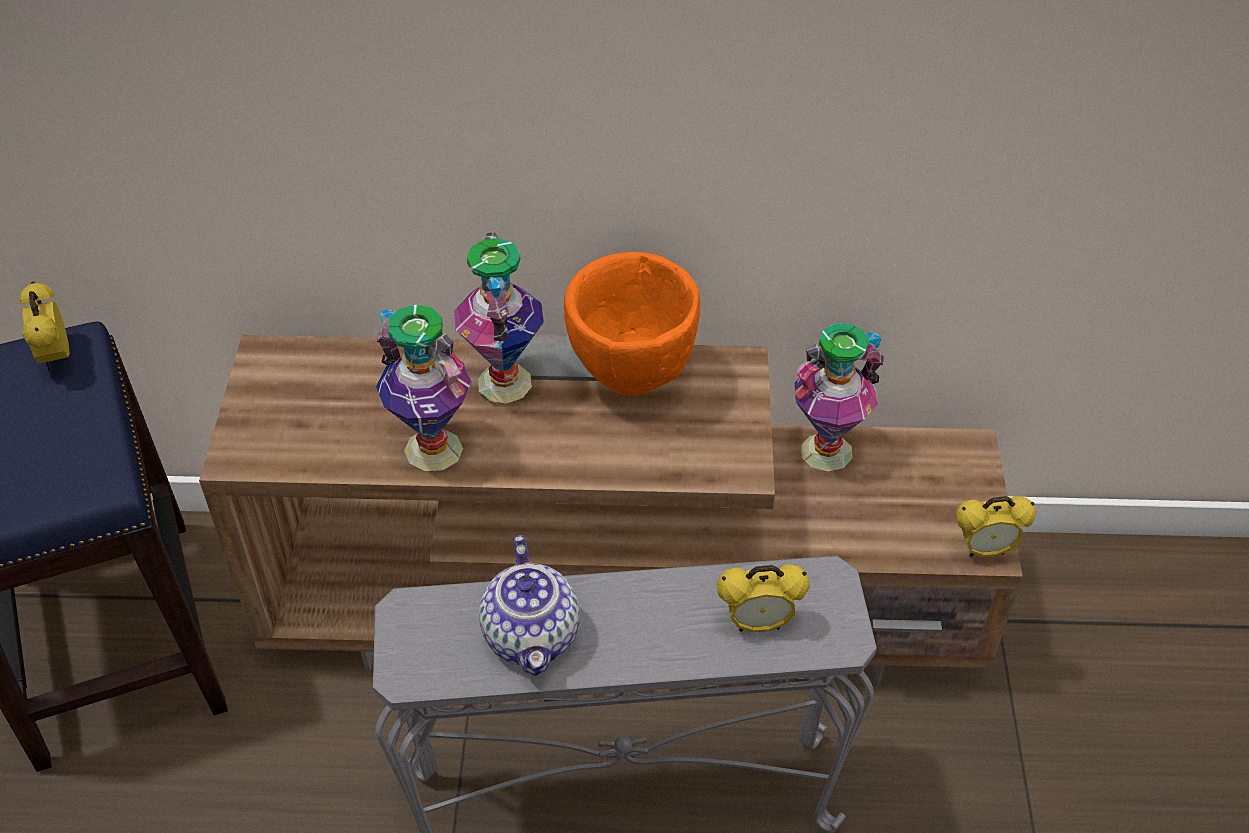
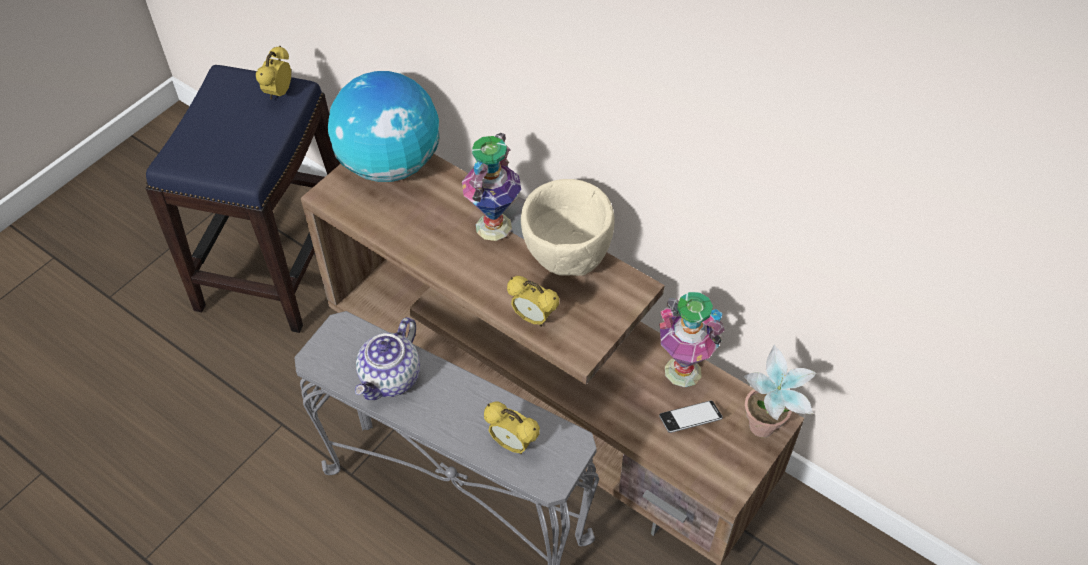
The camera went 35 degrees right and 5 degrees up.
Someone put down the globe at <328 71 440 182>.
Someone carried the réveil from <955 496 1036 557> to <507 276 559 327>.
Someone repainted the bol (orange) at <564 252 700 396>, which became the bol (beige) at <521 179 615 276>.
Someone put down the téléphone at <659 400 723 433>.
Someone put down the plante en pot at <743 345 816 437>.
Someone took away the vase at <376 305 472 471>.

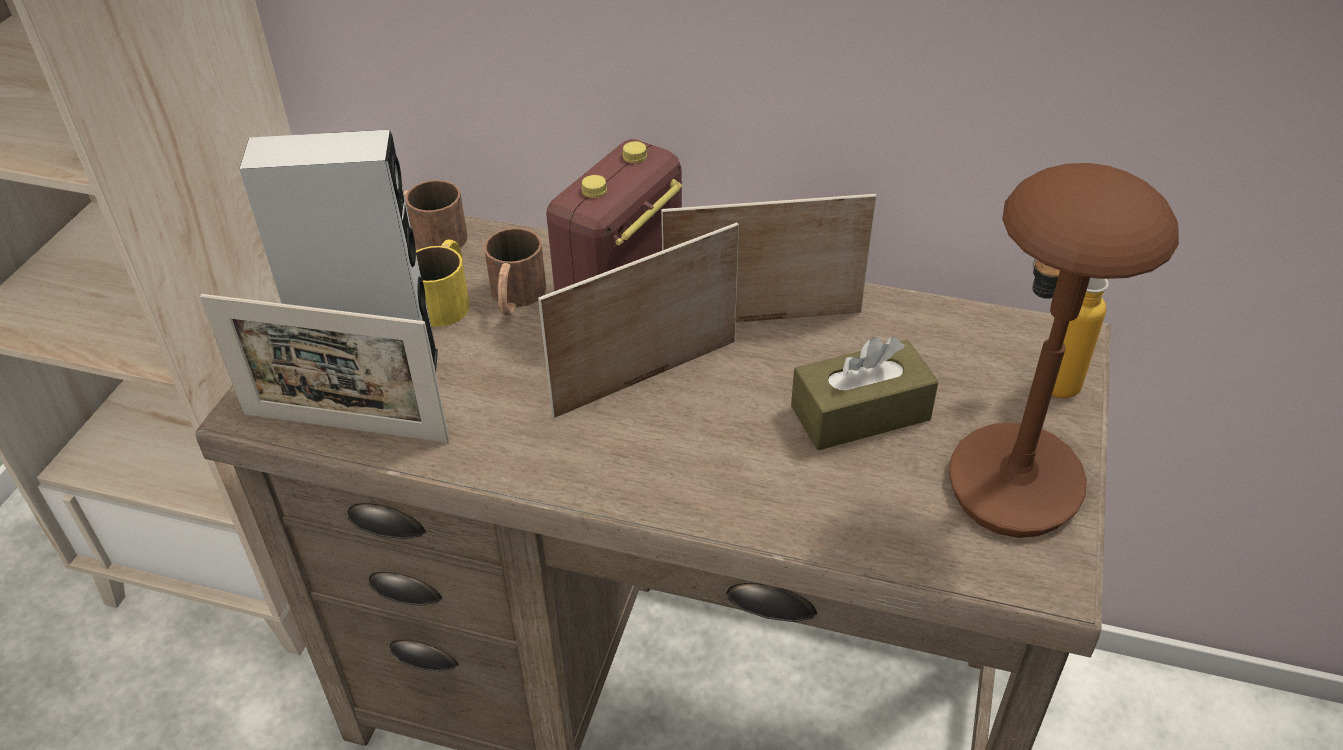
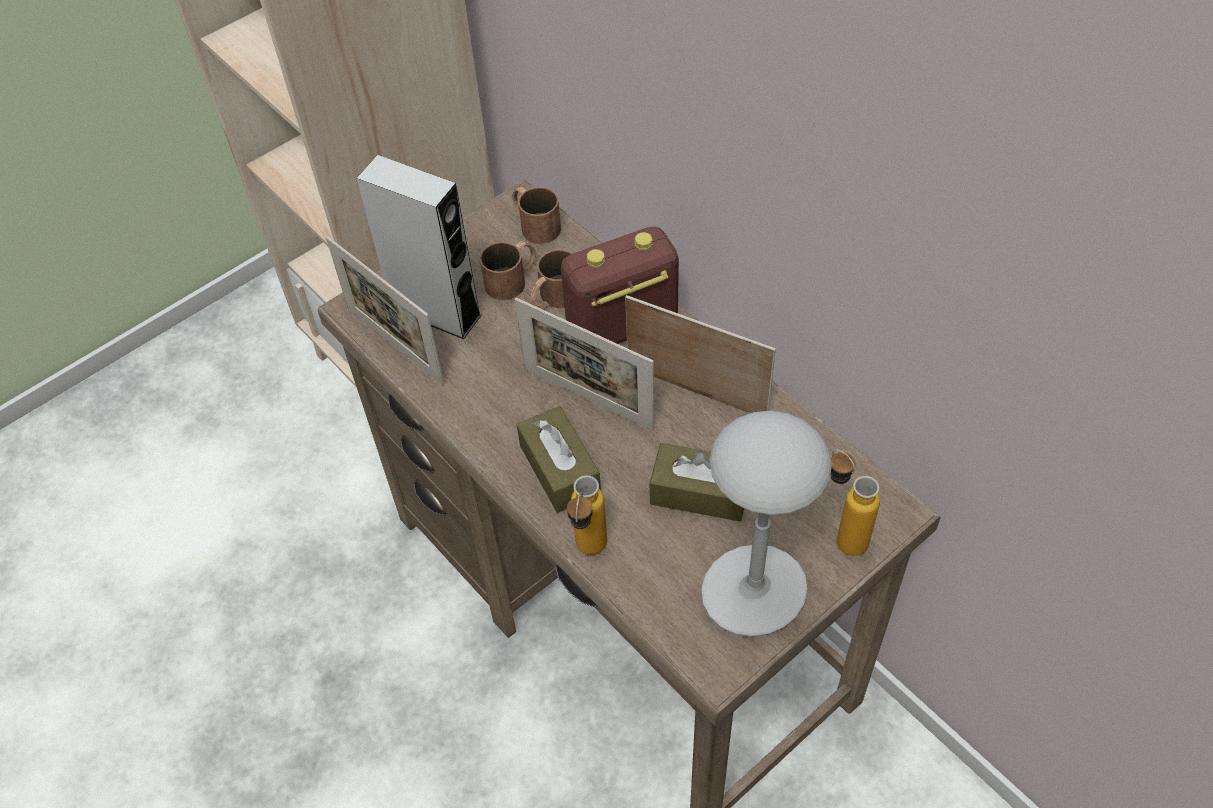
The camera went 35 degrees right and 10 degrees up.
Someone repainted the mug (jaune) at <416 239 470 327>, which became the mug (marron) at <480 241 536 300>.
Someone rotated the cadre photo at <538 222 739 418> by 150 degrees counterclockwise.
Someone put down the boîte à mouchoirs (marron) at <517 406 601 513>.
Someone put down the bouteille at <567 475 607 555>.
Someone repainted the lampe de table (marron) at <949 163 1179 538>, which became the lampe de table (gris) at <701 411 832 637>.

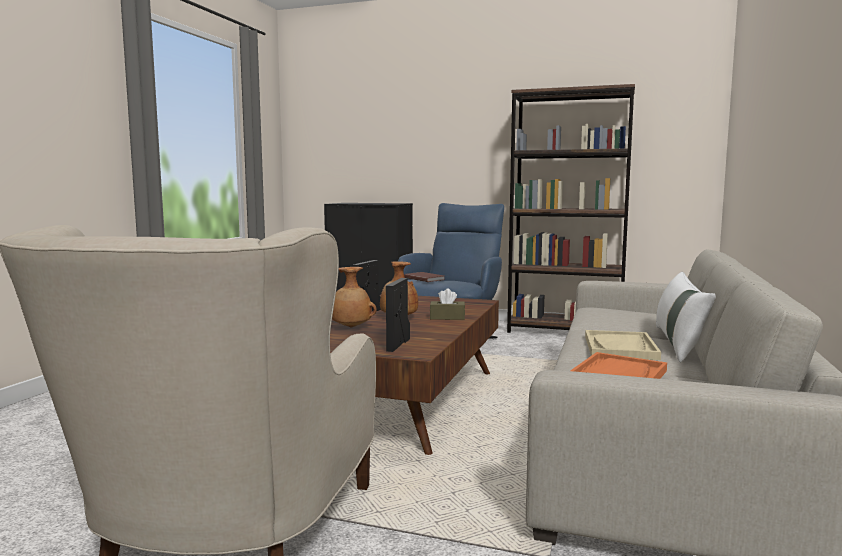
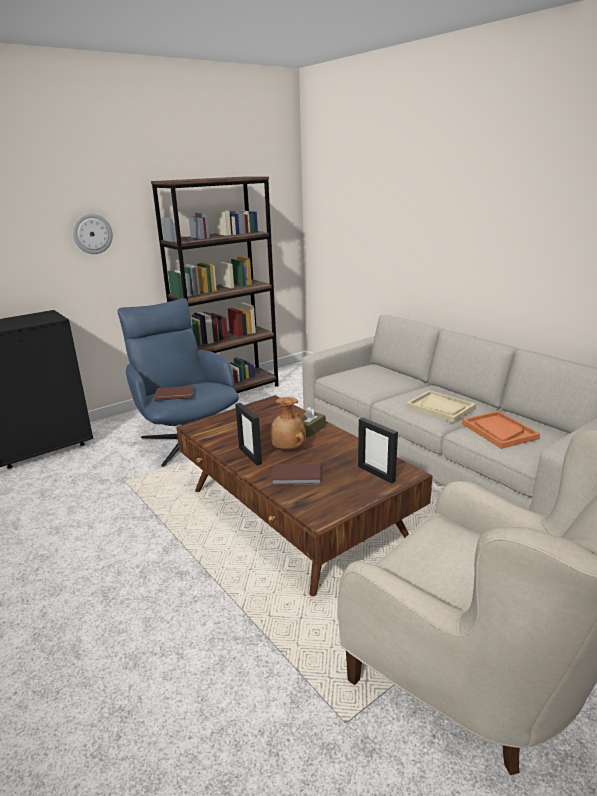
The camera went 55 degrees left and 15 degrees up.
Someone put up the horloge murale at <73 213 113 254>.
Someone swapped the vase (marron) at <332 267 377 328> for the livre (marron) at <271 464 321 485>.
Someone took away the coussin (blanc) at <656 272 716 363>.

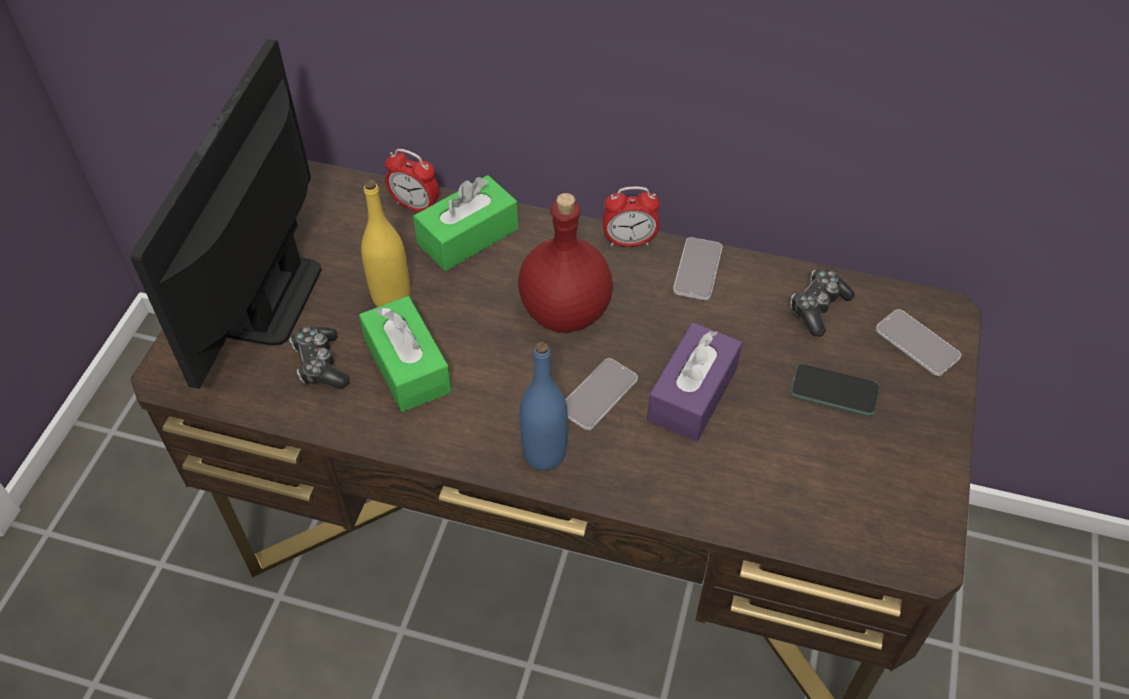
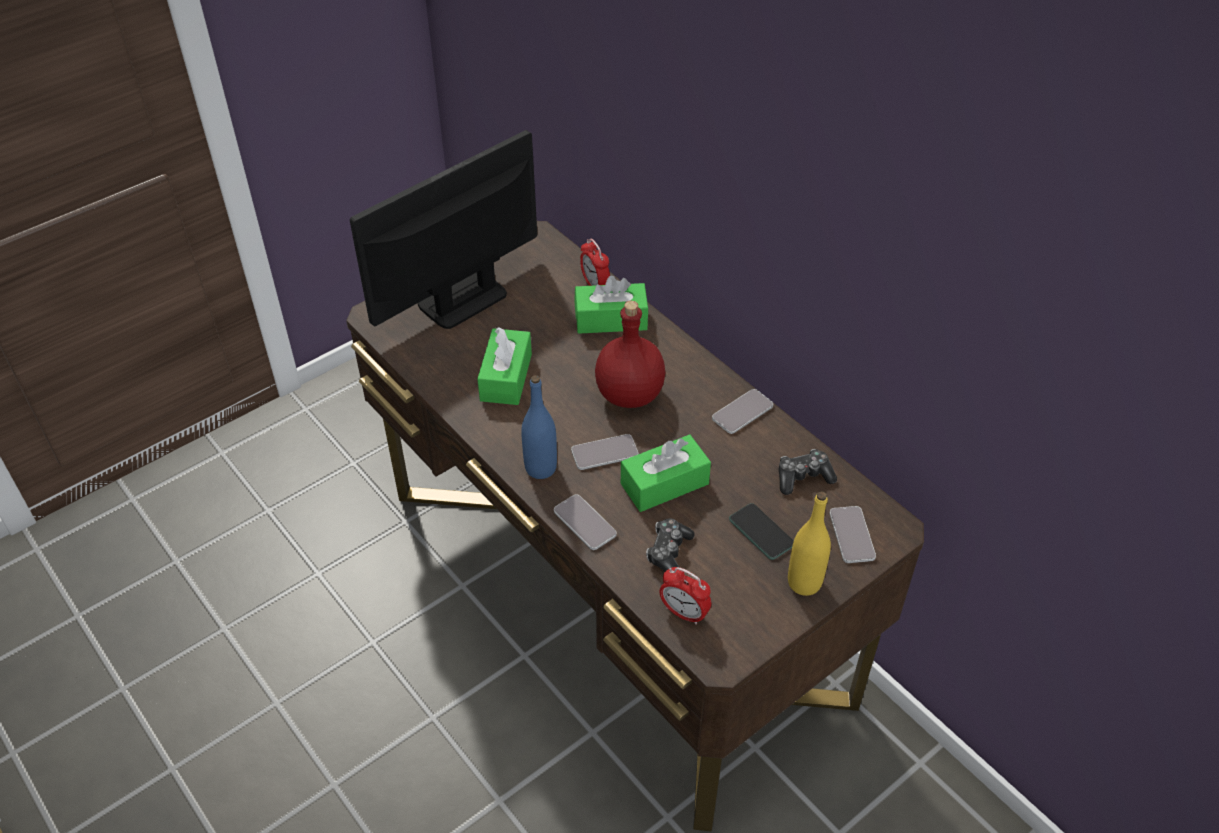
The camera went 35 degrees right and 5 degrees down.
Someone put down the téléphone at <554 494 617 550>.
Someone repainted the boîte à mouchoirs (violet) at <647 322 742 442>, which became the boîte à mouchoirs (vert) at <621 435 711 512>.
Someone carried the manette from <290 326 350 389> to <646 518 695 571>.
Someone carried the réveil from <603 186 660 247> to <659 567 711 625>.
Someone carried the bouteille (jaune) from <361 180 411 307> to <788 491 831 596>.

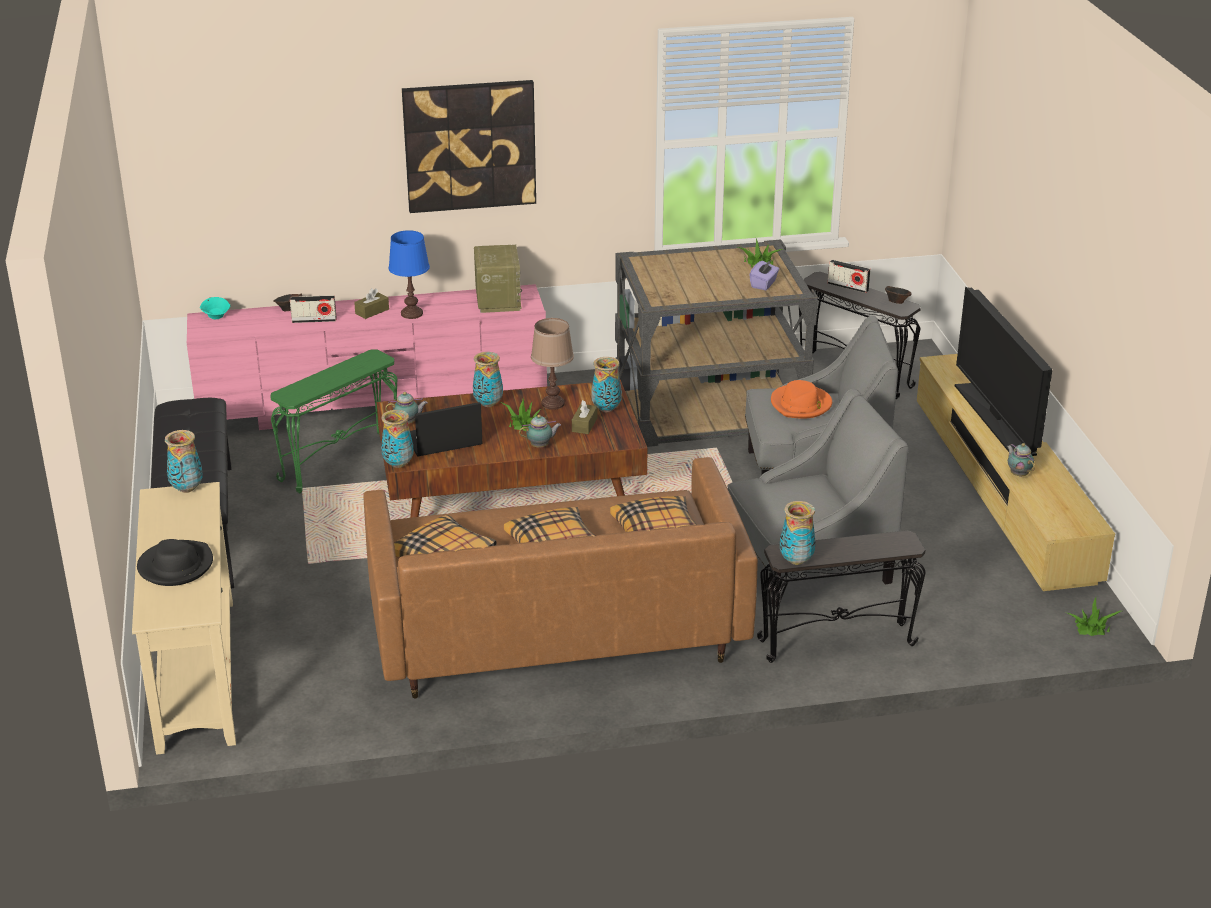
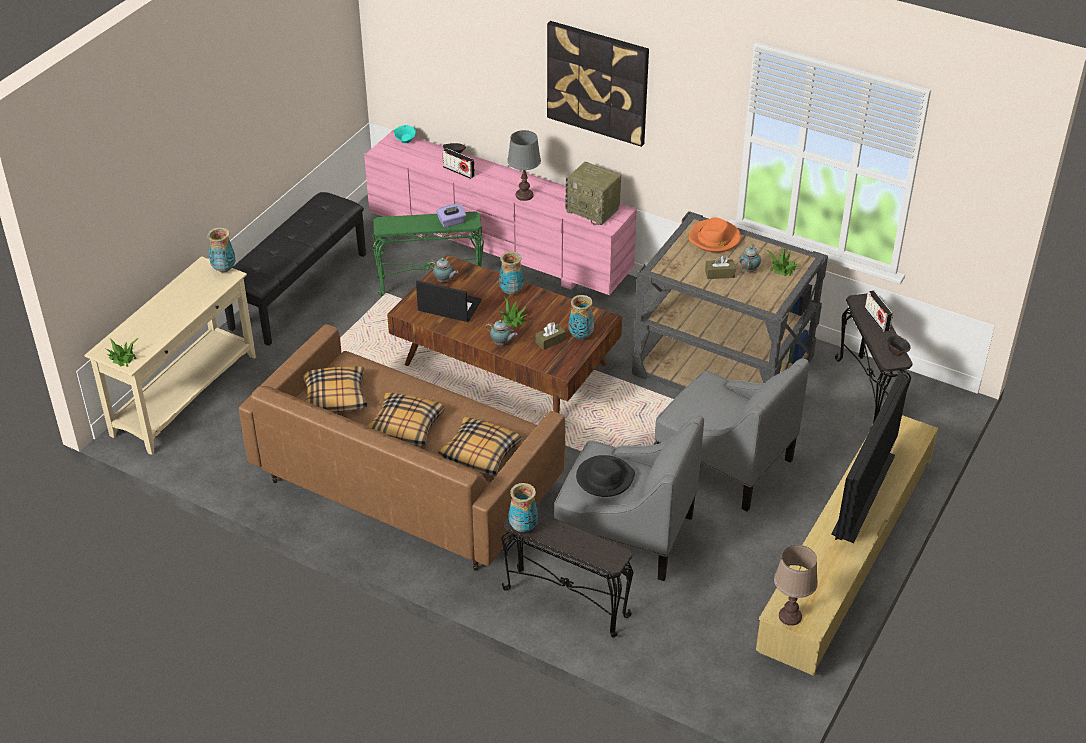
The camera went 40 degrees right and 10 degrees up.
Someone carried the plante en pot from <1068 597 1121 636> to <106 338 138 367>.
Someone carried the boîte à mouchoirs (violet) from <749 260 779 290> to <436 204 466 228>.
Someone repainted the lampe de table (bleu) at <388 230 430 319>, which became the lampe de table (gris) at <507 130 541 201>.
Someone rotated the radio at <474 245 522 313> by 90 degrees clockwise.
Someone carried the chapeau (noir) from <137 539 213 586> to <576 455 635 497>.
Someone carried the chapeau (orange) from <771 380 832 419> to <689 217 741 253>.
Someone carried the boîte à mouchoirs (marron) from <354 288 389 319> to <705 256 736 279>.
Someone carried the théière from <1007 443 1035 477> to <739 245 761 272>.
Someone carried the lampe de table (marron) from <531 318 574 410> to <774 545 818 626>.
Someone took away the vase at <381 410 413 468>.

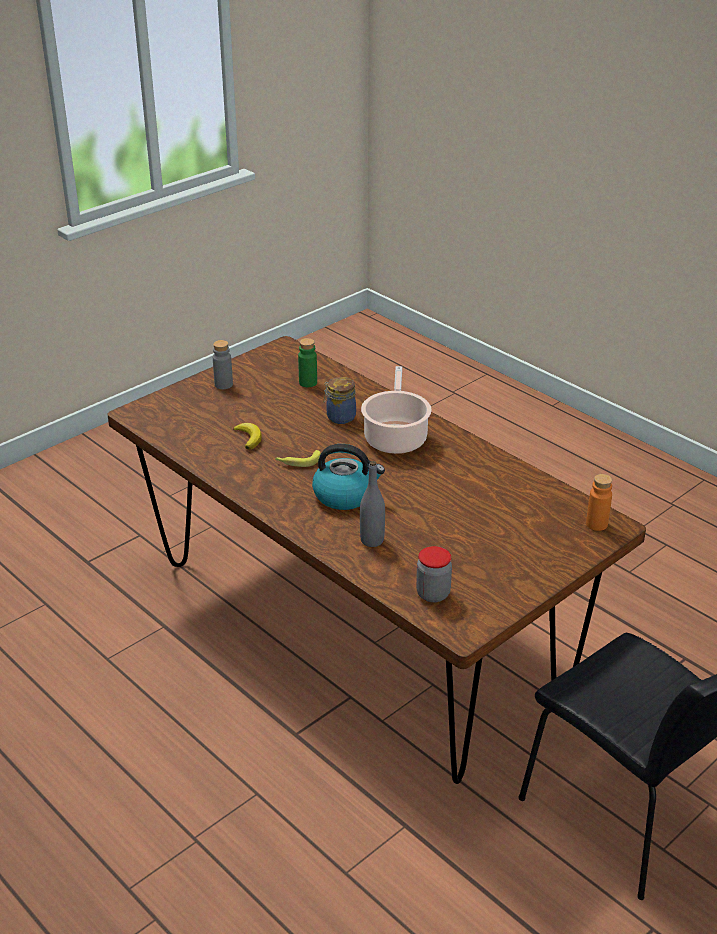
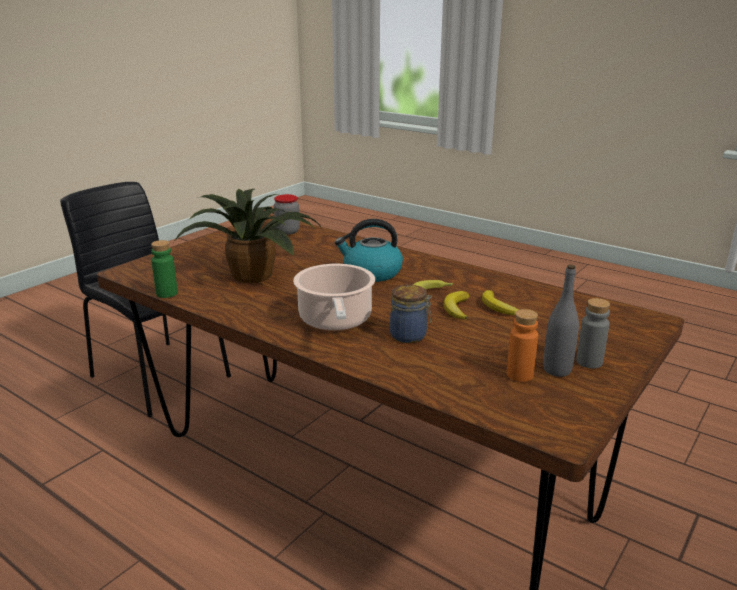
The camera went 170 degrees right and 10 degrees down.
Someone carried the bouteille (vert) from <298 338 317 387> to <151 240 178 298>.
Someone put down the plante en pot at <174 188 321 283>.
Someone put down the banane at <444 291 469 320>.
Someone carried the bouteille (orange) from <586 474 612 531> to <507 309 538 382>.
Someone carried the bouteille (gris) from <360 461 385 547> to <543 265 579 377>.

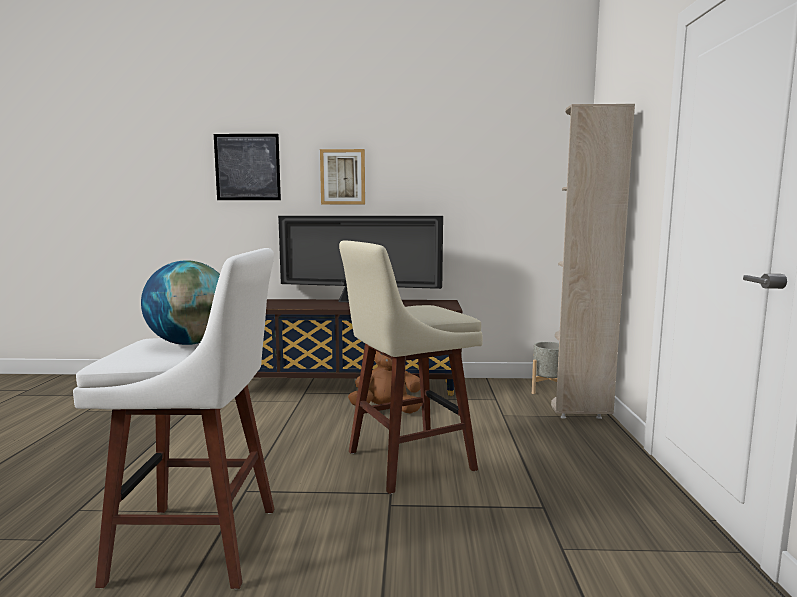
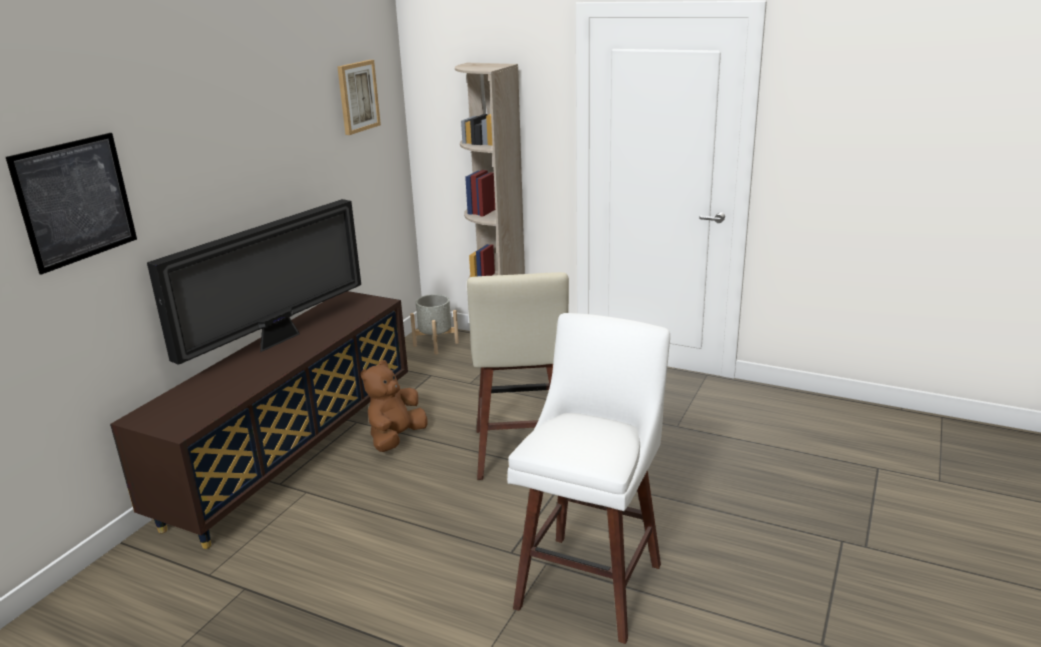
The camera went 65 degrees left and 15 degrees up.
Someone carried the tableau from <320 149 365 204> to <337 60 381 135>.
Someone took away the globe at <141 260 220 345>.

